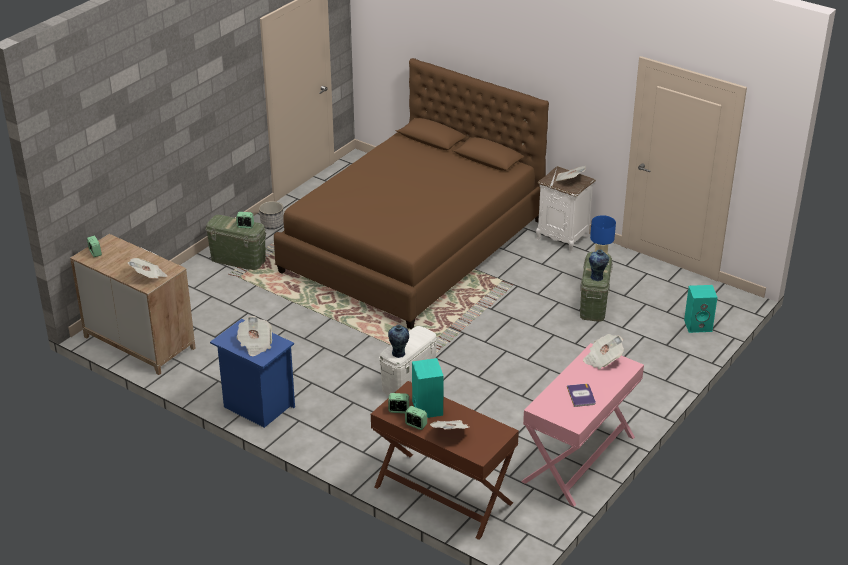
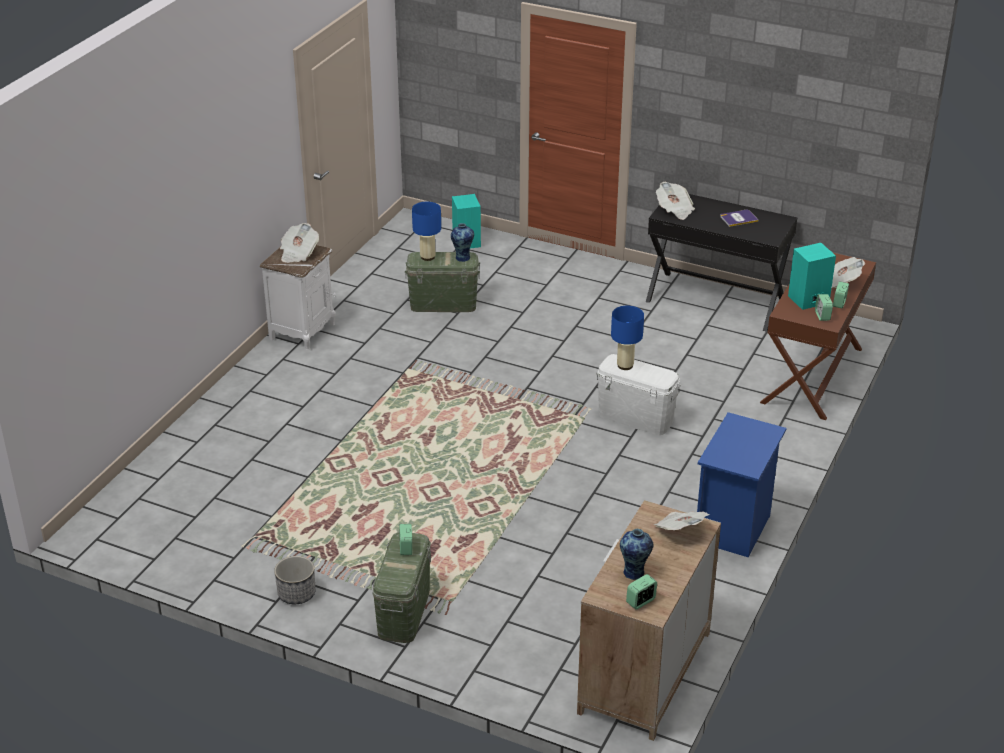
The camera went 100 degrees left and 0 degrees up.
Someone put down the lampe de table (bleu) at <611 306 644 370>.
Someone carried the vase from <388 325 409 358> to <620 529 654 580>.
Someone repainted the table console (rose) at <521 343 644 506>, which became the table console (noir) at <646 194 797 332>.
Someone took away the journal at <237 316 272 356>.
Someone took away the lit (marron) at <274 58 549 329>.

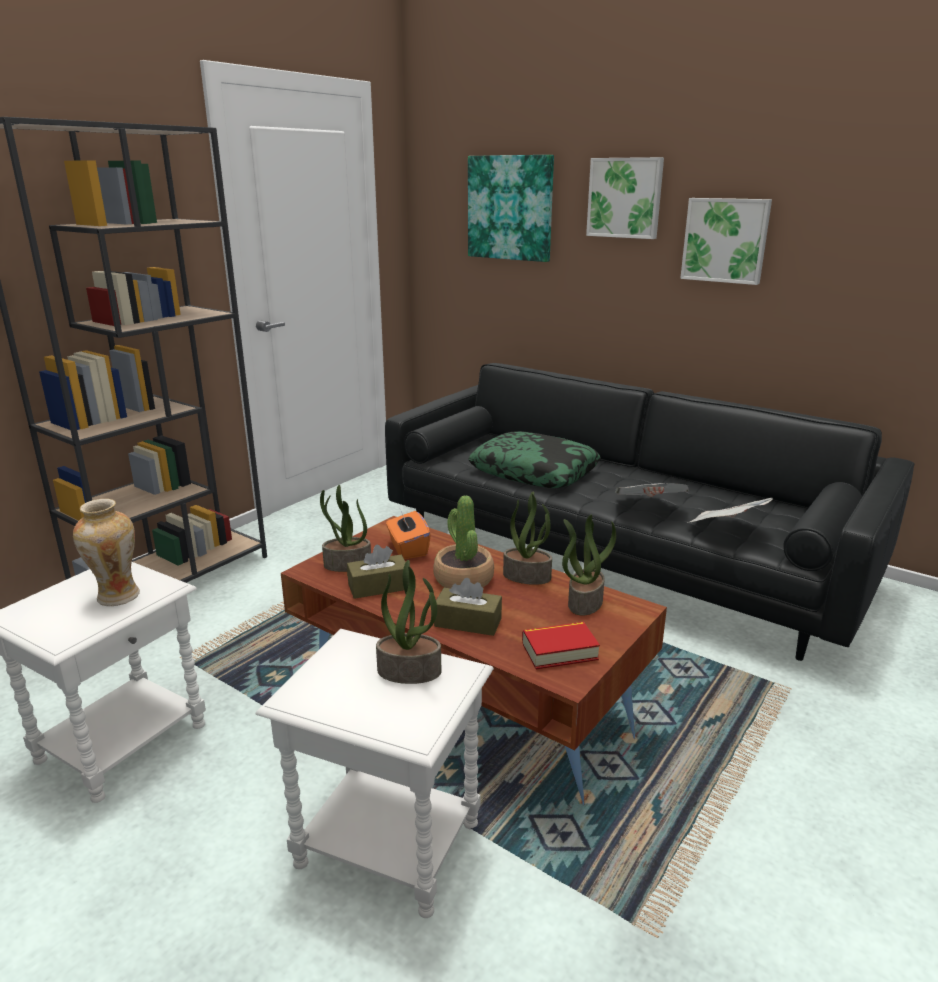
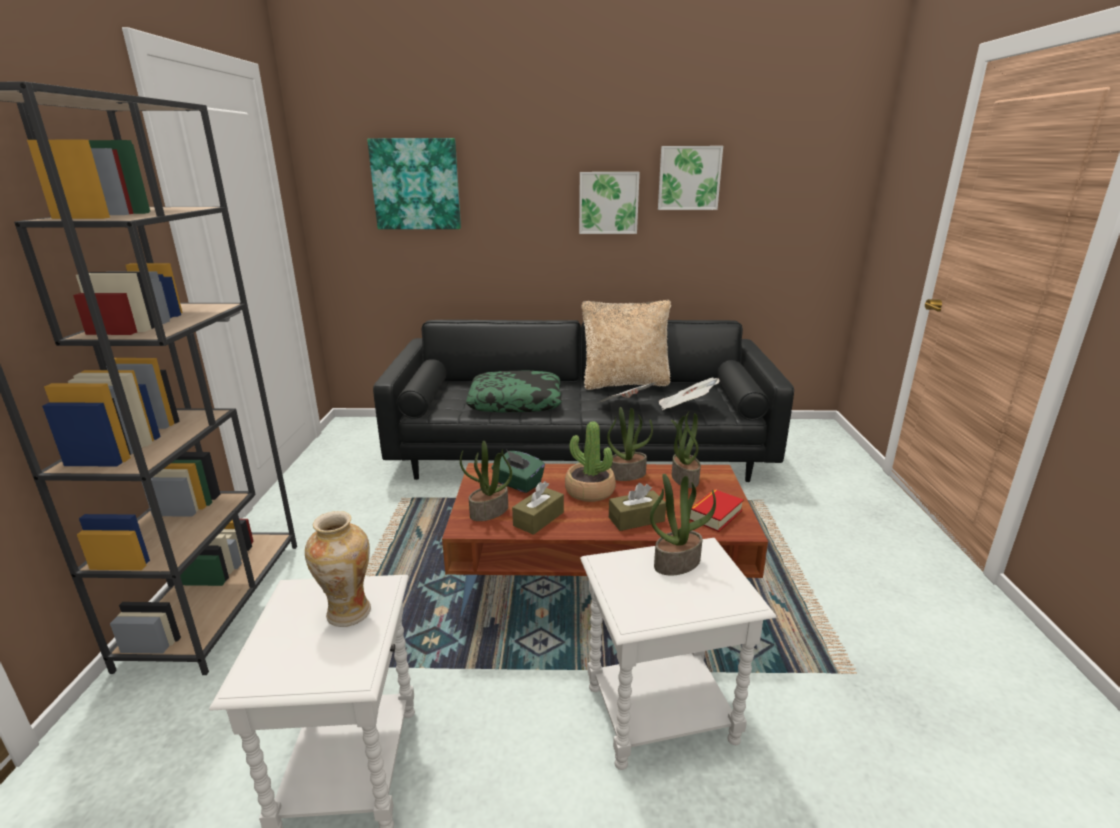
The camera went 35 degrees left and 0 degrees up.
Someone repainted the boîte à mouchoirs (orange) at <386 507 431 559>, which became the boîte à mouchoirs (vert) at <492 450 545 493>.
Someone put down the coussin (beige) at <581 299 671 390>.
Someone carried the tableau from <586 157 664 239> to <658 146 723 210>.

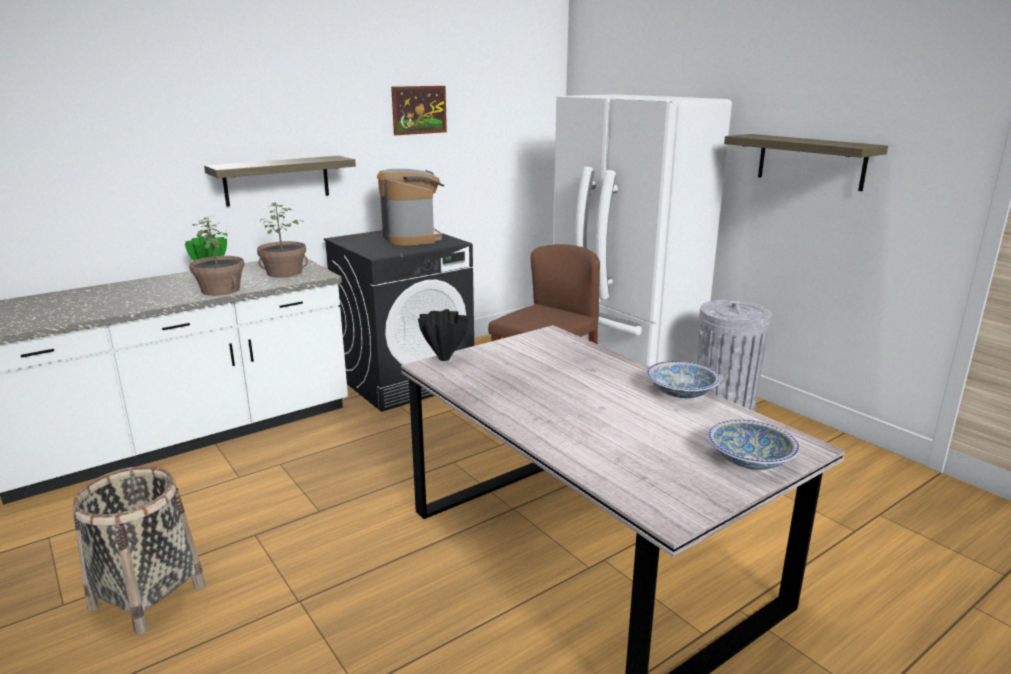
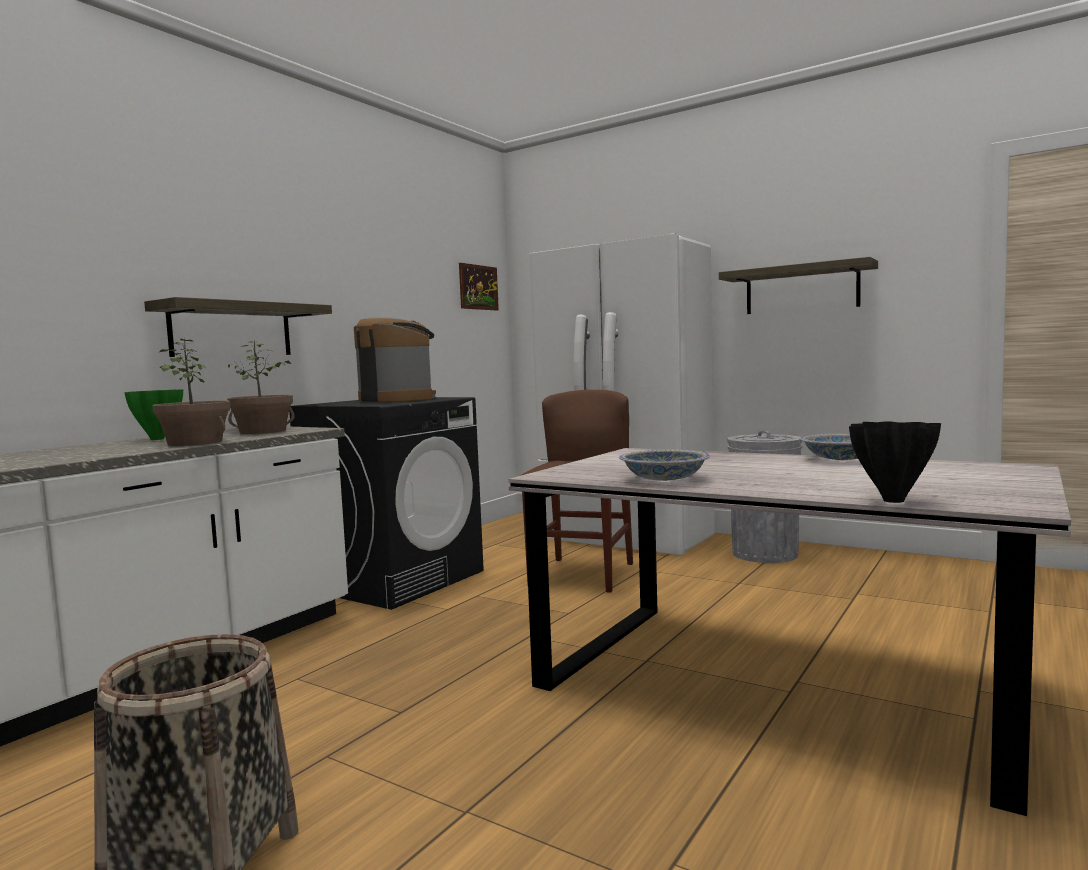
The camera went 20 degrees left and 15 degrees down.
Someone carried the tableau from <391 86 447 135> to <459 263 499 310>.
Someone carried the bol from <708 420 800 470> to <619 450 710 481>.
Someone carried the vase (noir) from <418 309 468 361> to <849 421 941 503>.

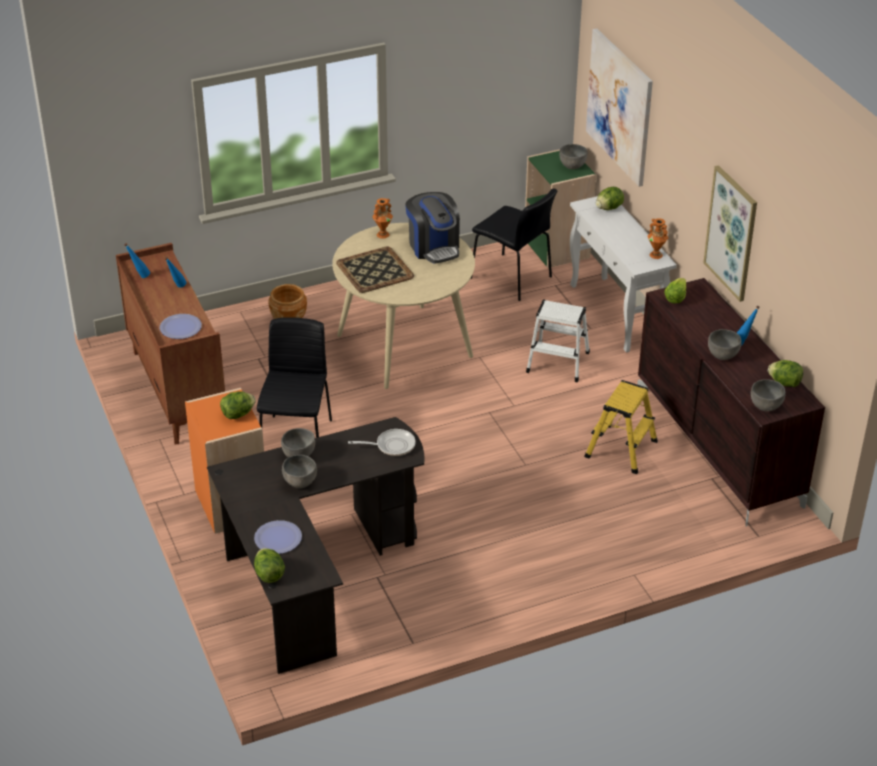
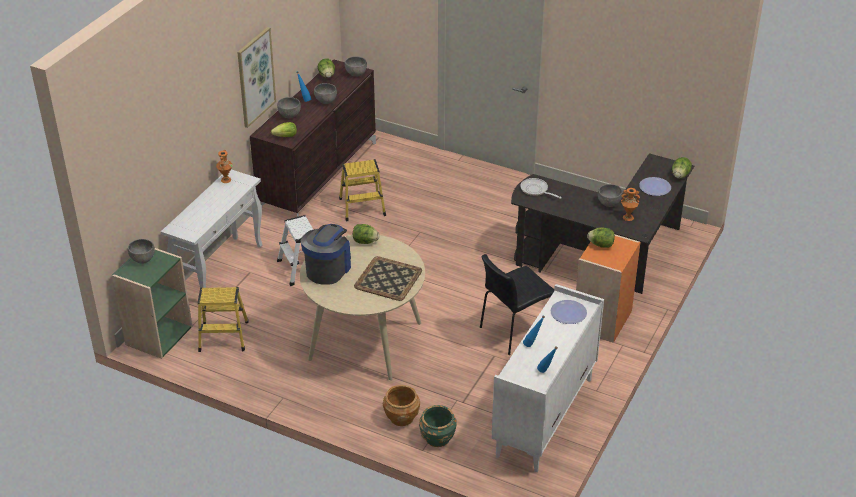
The camera went 130 degrees left and 0 degrees up.
Someone swapped the chaise (noir) at <471 188 557 301> for the escabeau (jaune) at <198 287 249 352>.
Someone carried the bol (gris) from <281 428 315 458> to <277 97 301 118>.
Someone carried the laitue from <596 187 624 210> to <353 224 380 244>.
Someone put down the cache-pot (vert) at <419 405 457 447>.
Someone repainted the meuble de rangement (marron) at <116 243 225 444>, which became the meuble de rangement (blanc) at <492 284 604 472>.
Someone carried the vase (orange) from <372 198 393 239> to <621 188 640 221>.
Someone took away the tableau at <586 28 653 187>.

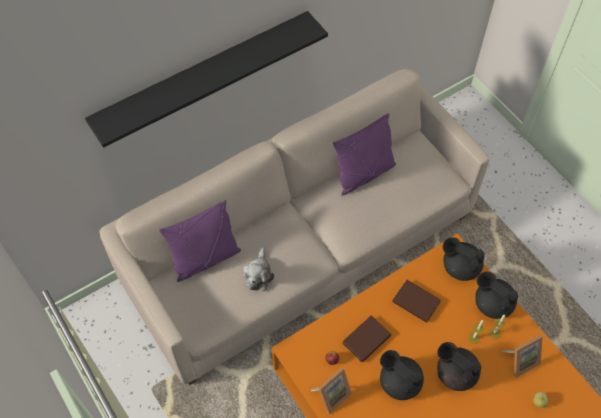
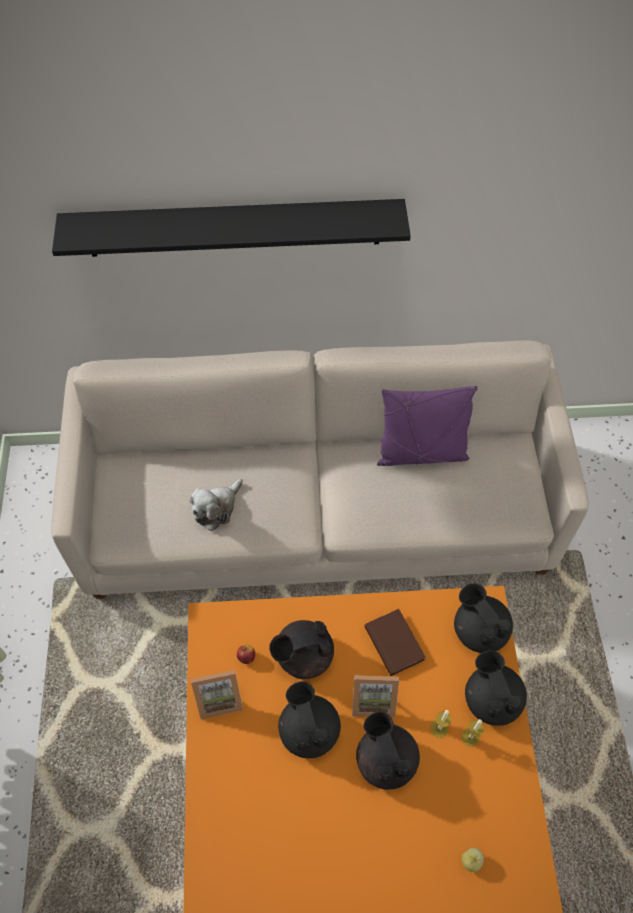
The camera went 30 degrees right and 0 degrees up.
Someone swapped the livre (marron) at <342 315 391 363> for the théière (noir) at <269 620 334 679>.
Someone carried the cadre photo from <501 335 543 378> to <352 675 399 718>.
Someone took away the coussin (violet) at <159 200 241 282>.

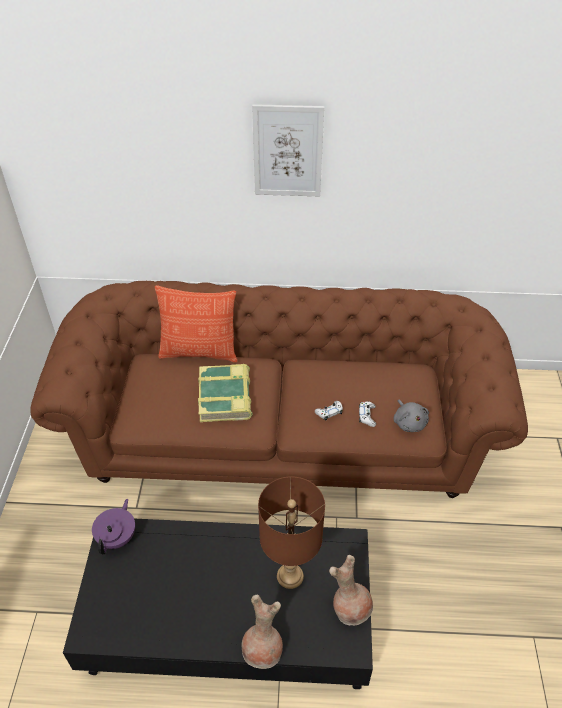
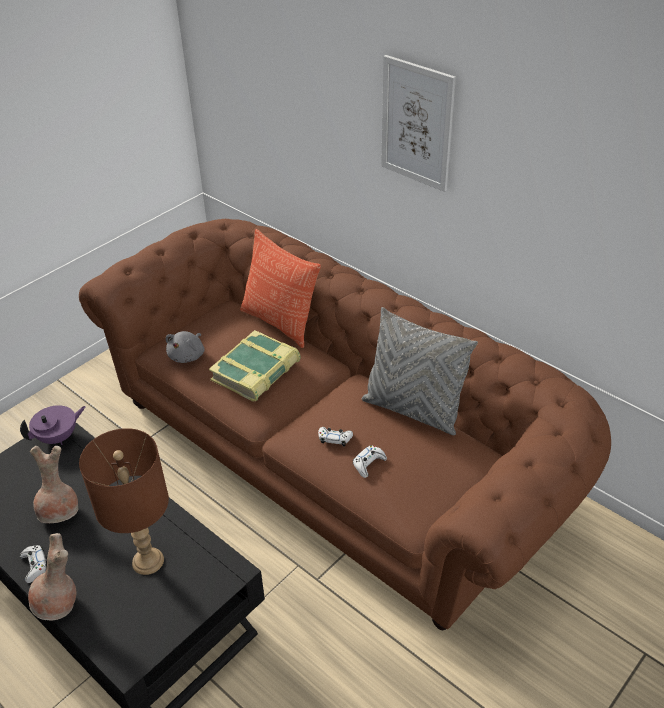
The camera went 40 degrees right and 5 degrees down.
Someone put down the manette (blanc) at <20 545 47 583>.
Someone carried the vase (marron) from <329 555 373 625> to <30 446 78 523>.
Someone carried the peluche (gris) from <393 400 429 432> to <166 331 205 363>.
Someone put down the coussin (gris) at <362 307 478 435>.

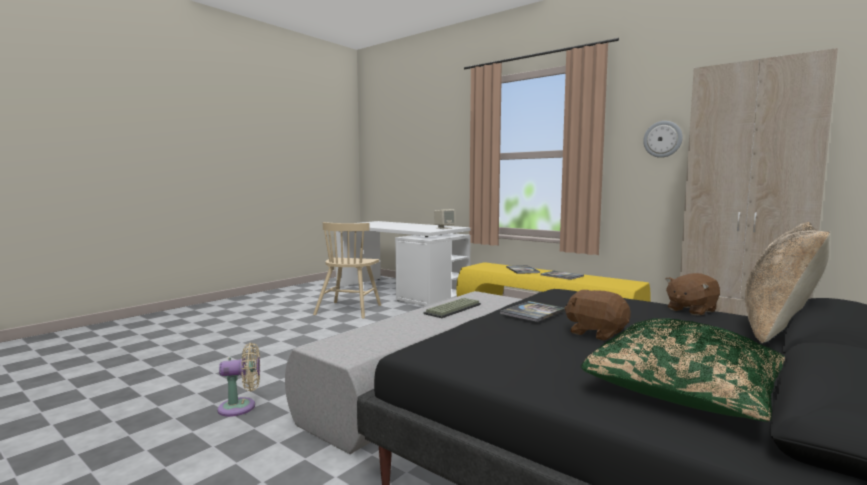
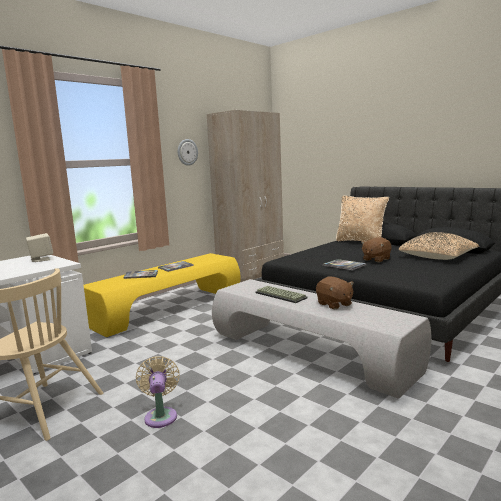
The camera went 85 degrees left and 5 degrees up.
Someone carried the ventilateur (beige) from <217 343 260 417> to <136 356 180 428>.
Someone carried the peluche (marron) from <665 273 720 316> to <316 277 354 309>.
Someone repainted the coussin (vert) at <580 318 785 422>, which became the coussin (beige) at <399 232 479 260>.

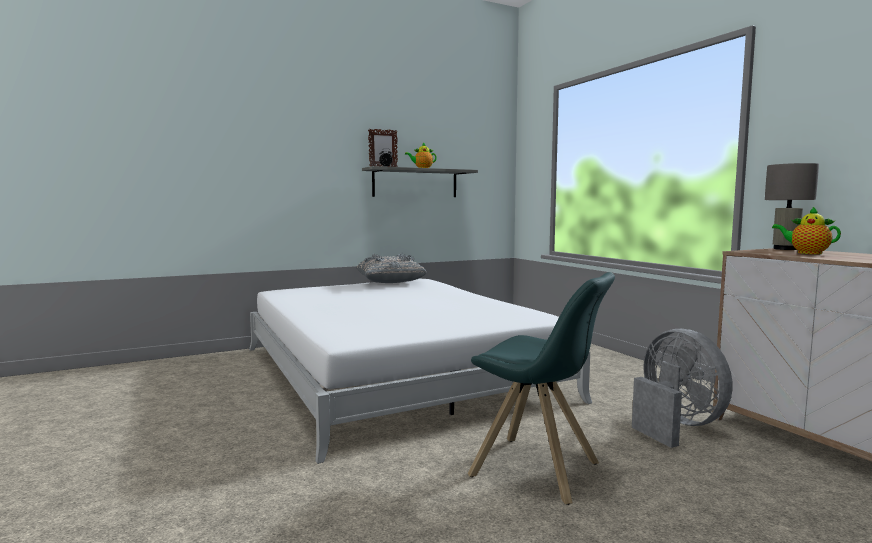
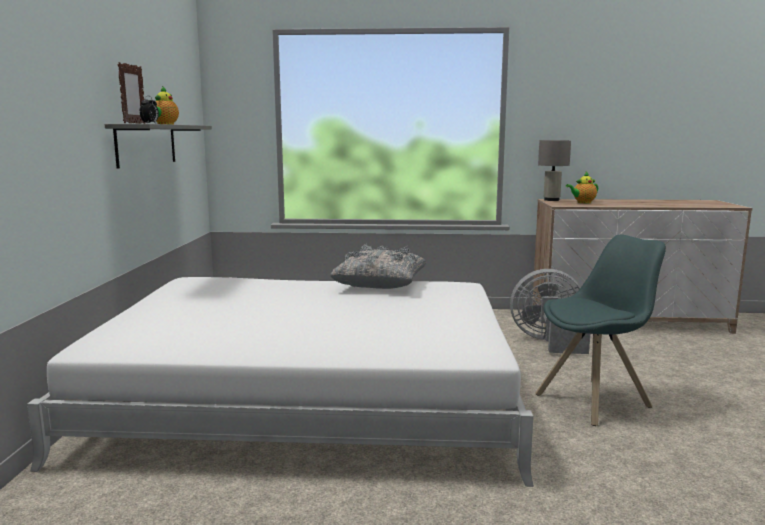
The camera went 60 degrees left and 5 degrees up.
Someone carried the coussin (gris) from <357 253 426 283> to <330 244 426 289>.

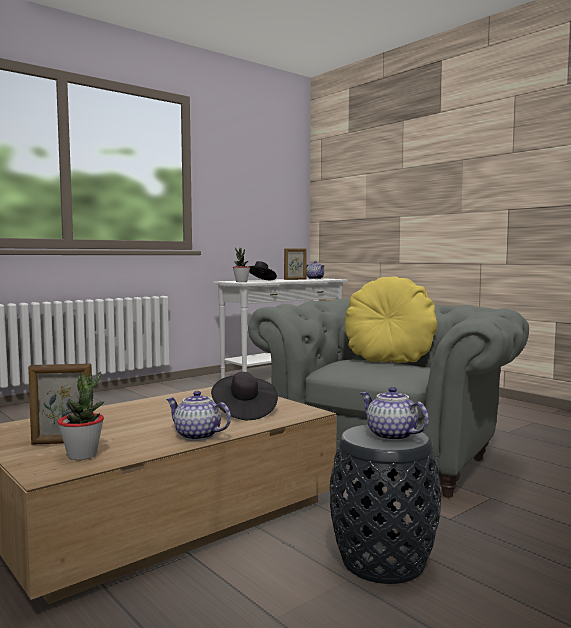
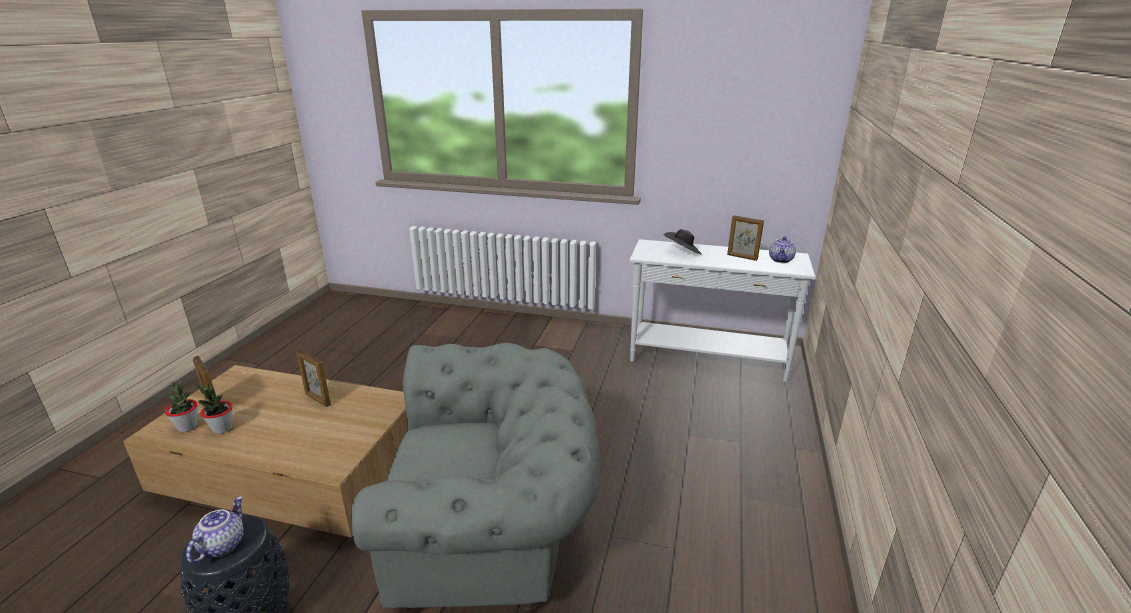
The camera went 55 degrees right and 20 degrees up.
Someone carried the plante en pot from <233 248 250 282> to <196 383 232 434>.
Someone put down the cadre photo at <296 350 331 407>.
Someone took away the théière at <166 391 231 441>.
Someone took away the chapeau (noir) at <211 372 278 420>.
Someone took away the coussin (jaune) at <345 276 437 363>.

